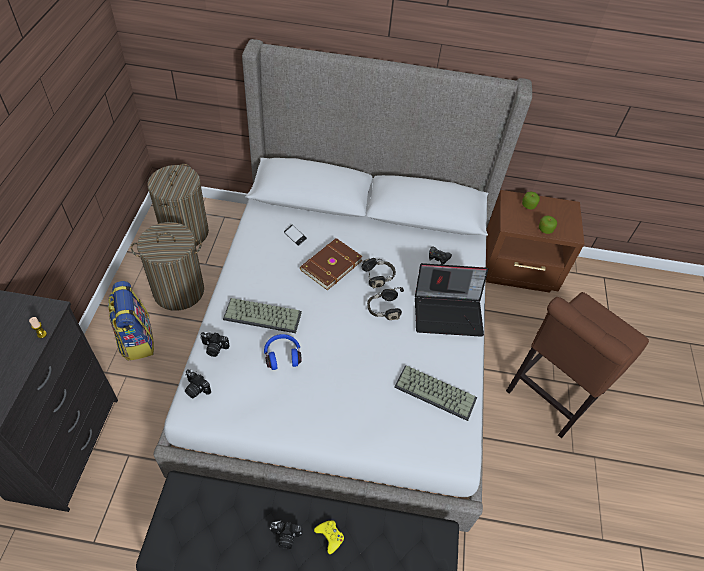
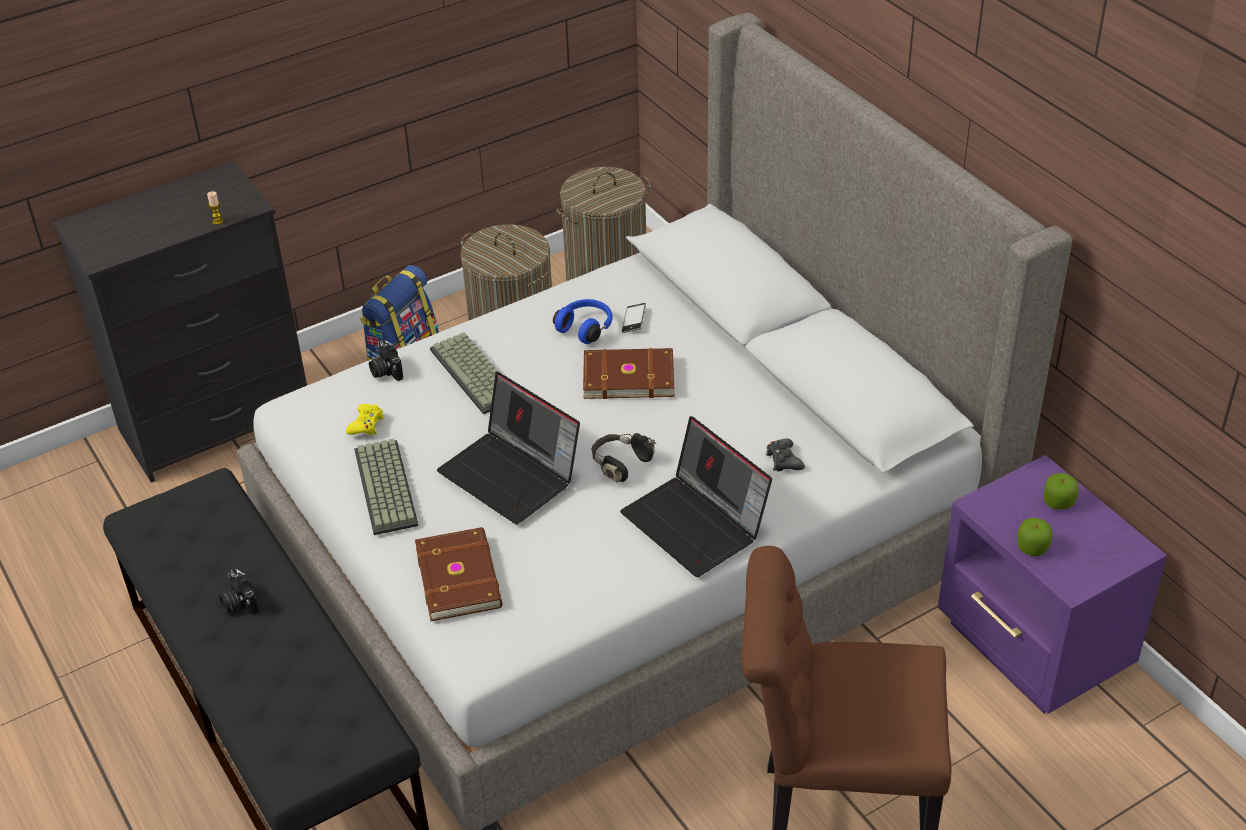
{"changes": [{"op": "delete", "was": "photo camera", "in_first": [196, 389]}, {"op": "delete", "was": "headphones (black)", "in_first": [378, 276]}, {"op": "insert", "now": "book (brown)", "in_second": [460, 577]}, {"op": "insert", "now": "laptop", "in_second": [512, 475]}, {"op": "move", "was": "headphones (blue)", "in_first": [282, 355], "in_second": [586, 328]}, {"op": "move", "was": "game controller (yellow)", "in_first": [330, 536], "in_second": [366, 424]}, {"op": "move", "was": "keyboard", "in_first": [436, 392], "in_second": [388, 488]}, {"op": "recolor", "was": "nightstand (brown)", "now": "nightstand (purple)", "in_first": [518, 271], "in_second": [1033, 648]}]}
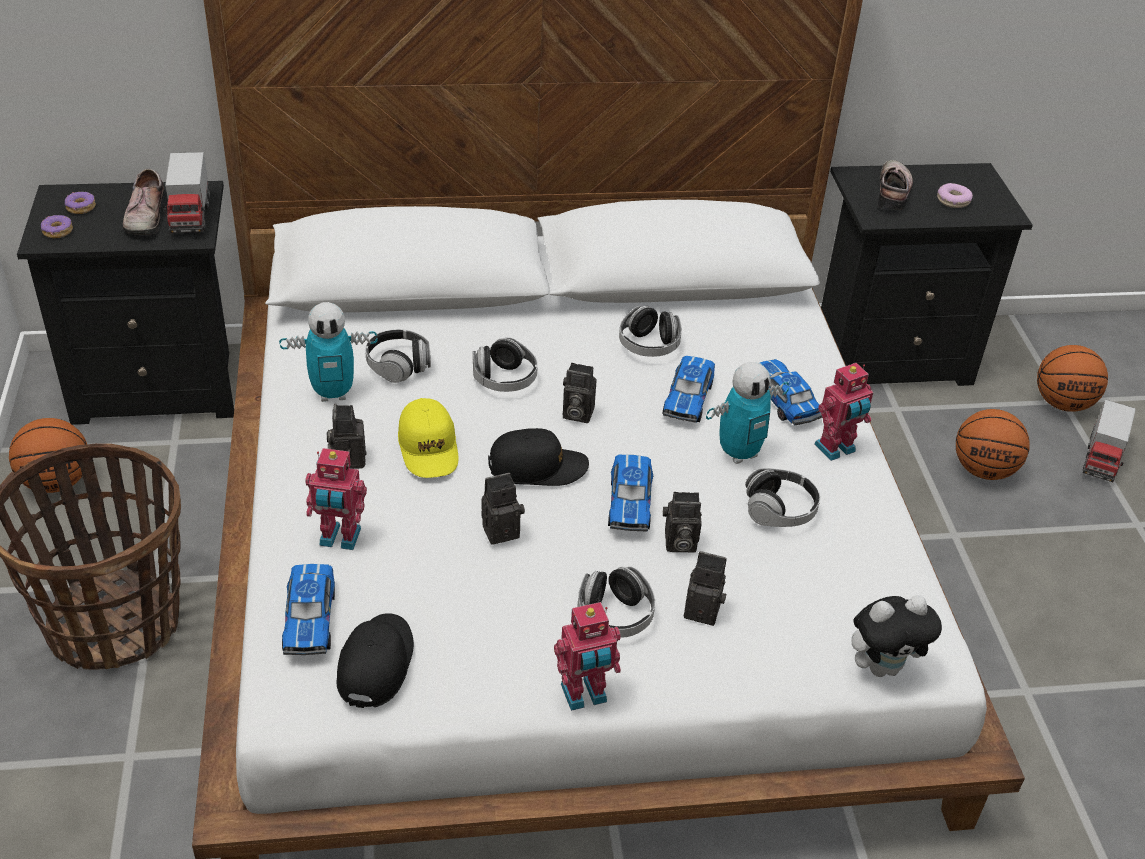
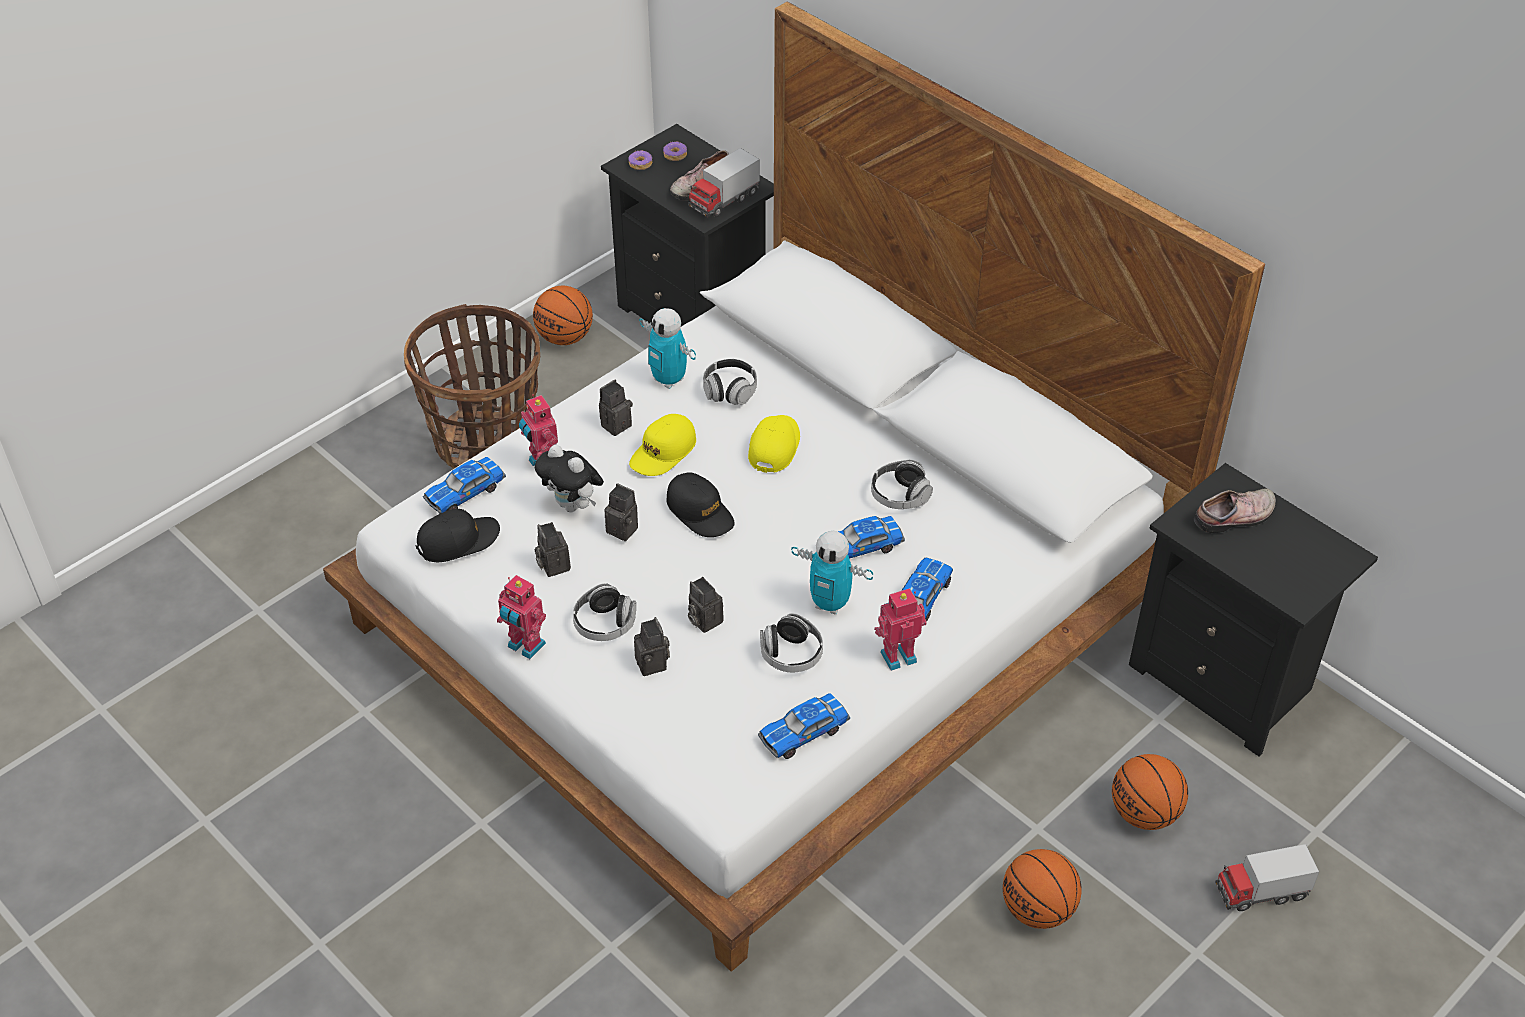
{"changes": [{"op": "delete", "was": "donut", "in_first": [953, 201]}, {"op": "move", "was": "photo camera", "in_first": [576, 413], "in_second": [552, 565]}, {"op": "move", "was": "toy car", "in_first": [630, 502], "in_second": [804, 732]}, {"op": "move", "was": "plush toy", "in_first": [883, 666], "in_second": [573, 505]}, {"op": "move", "was": "basketball", "in_first": [1062, 403], "in_second": [1038, 909]}, {"op": "replace", "was": "headphones", "now": "cap (yellow)", "in_first": [504, 380], "in_second": [774, 447]}, {"op": "rotate", "was": "toy robot", "in_first": [836, 449], "in_second": [897, 655], "clockwise": 135}]}
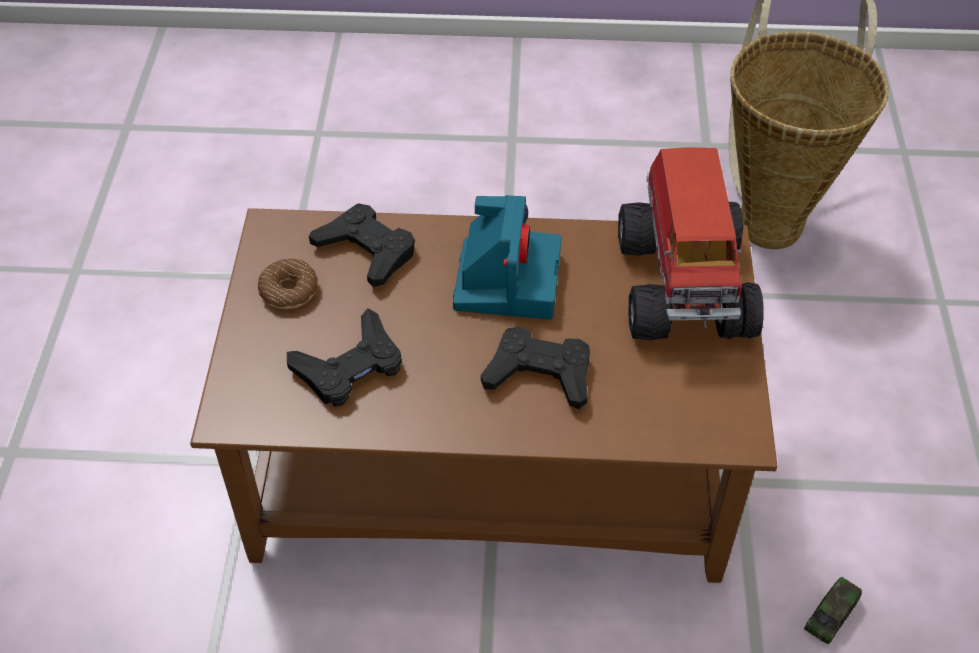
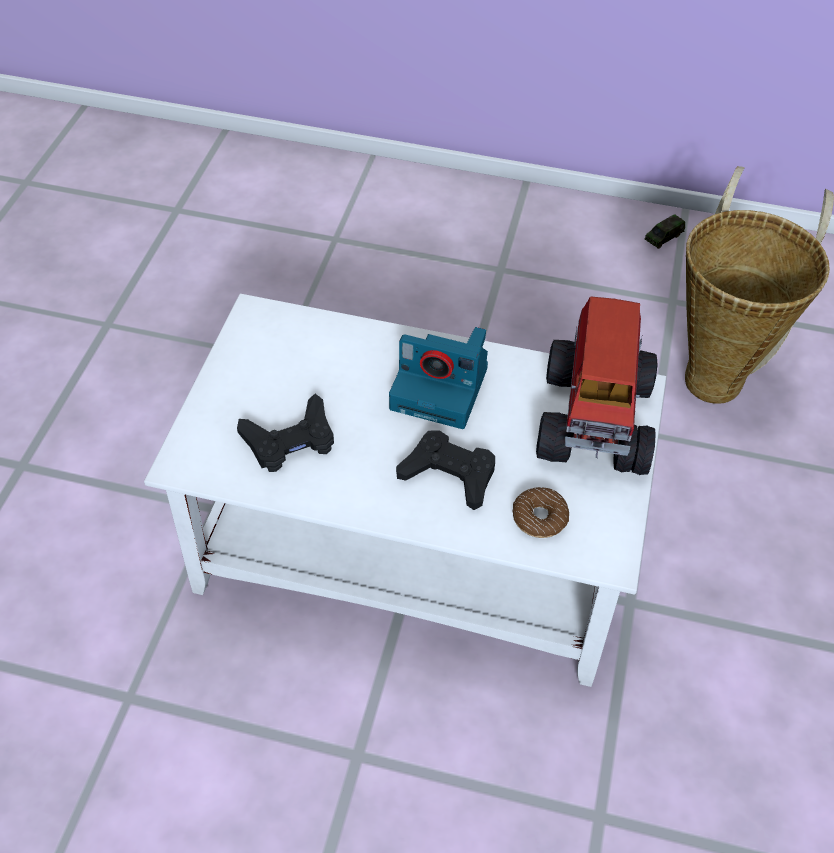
{"changes": [{"op": "delete", "was": "game controller (black)", "in_first": [367, 250]}, {"op": "move", "was": "donut", "in_first": [289, 290], "in_second": [539, 518]}, {"op": "move", "was": "toy car", "in_first": [830, 615], "in_second": [663, 237]}, {"op": "recolor", "was": "coffee table (brown)", "now": "coffee table (white)", "in_first": [493, 465], "in_second": [417, 548]}, {"op": "rotate", "was": "photo camera", "in_first": [506, 279], "in_second": [442, 388], "clockwise": 90}]}
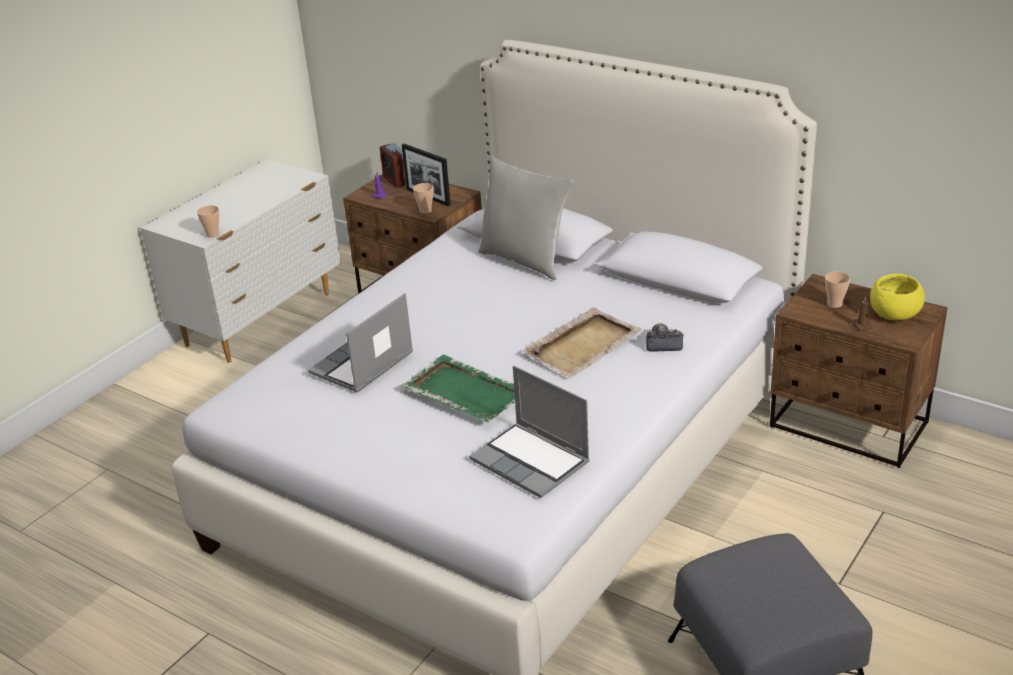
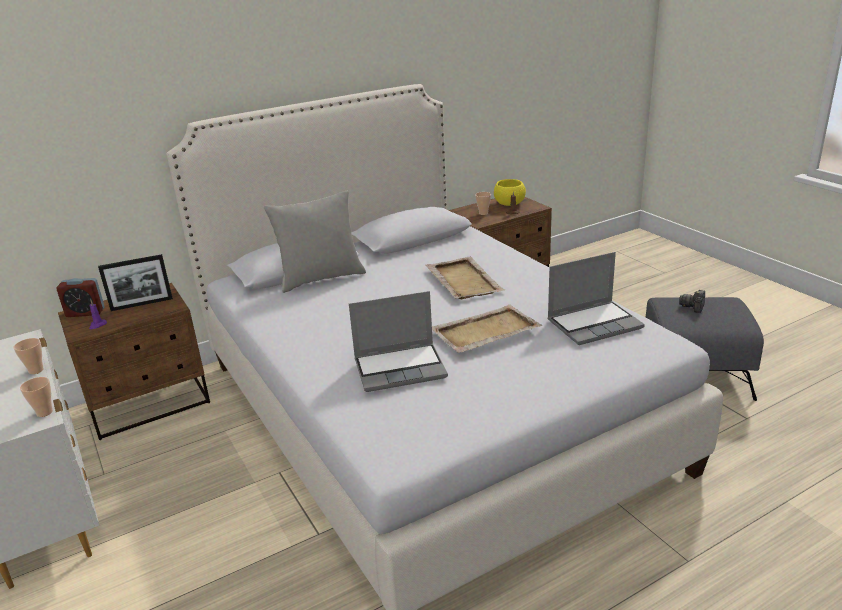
{"changes": [{"op": "move", "was": "cup", "in_first": [425, 211], "in_second": [36, 370]}, {"op": "move", "was": "photo camera", "in_first": [663, 345], "in_second": [693, 306]}, {"op": "recolor", "was": "tray (green)", "now": "tray (beige)", "in_first": [464, 392], "in_second": [484, 331]}, {"op": "rotate", "was": "laptop", "in_first": [362, 365], "in_second": [401, 368], "clockwise": -75}]}
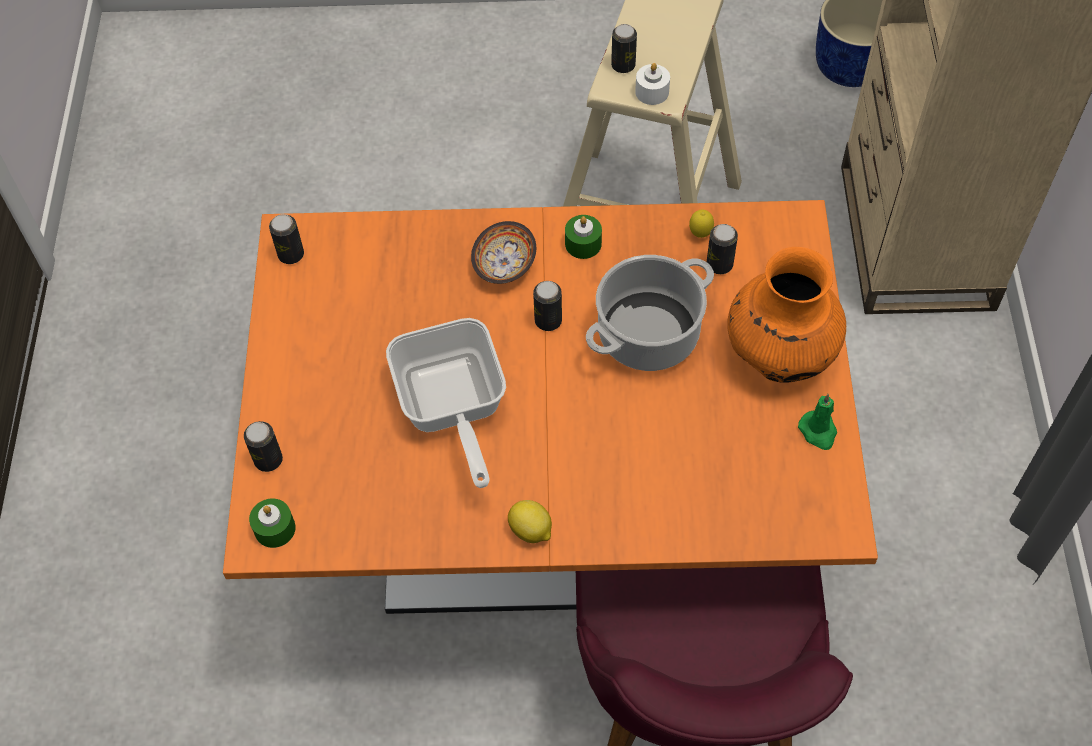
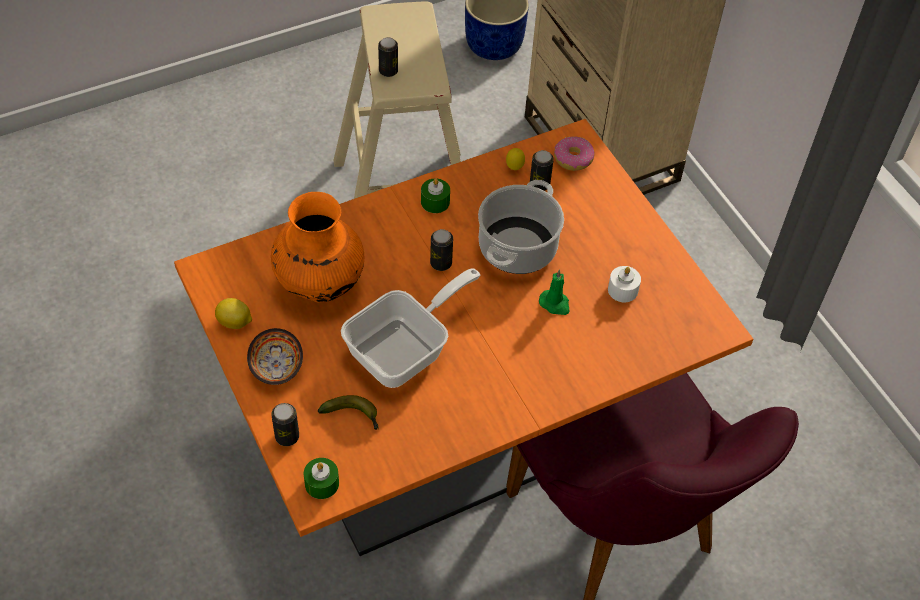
{"changes": [{"op": "delete", "was": "can", "in_first": [291, 254]}, {"op": "insert", "now": "banana", "in_second": [353, 416]}, {"op": "insert", "now": "donut", "in_second": [573, 159]}, {"op": "move", "was": "bowl", "in_first": [502, 265], "in_second": [275, 367]}, {"op": "move", "was": "lemon", "in_first": [531, 531], "in_second": [235, 323]}, {"op": "move", "was": "candle (white)", "in_first": [652, 92], "in_second": [623, 290]}, {"op": "move", "was": "vase (orange)", "in_first": [779, 354], "in_second": [319, 283]}, {"op": "move", "was": "candle (green)", "in_first": [818, 431], "in_second": [555, 304]}, {"op": "rotate", "was": "frying pan", "in_first": [452, 409], "in_second": [406, 349], "clockwise": -90}]}
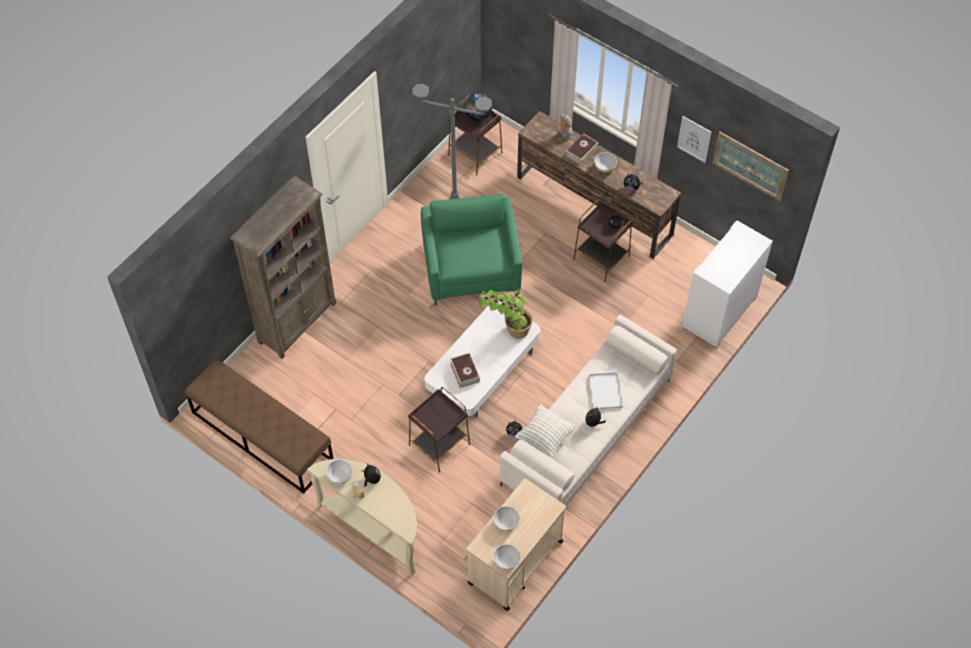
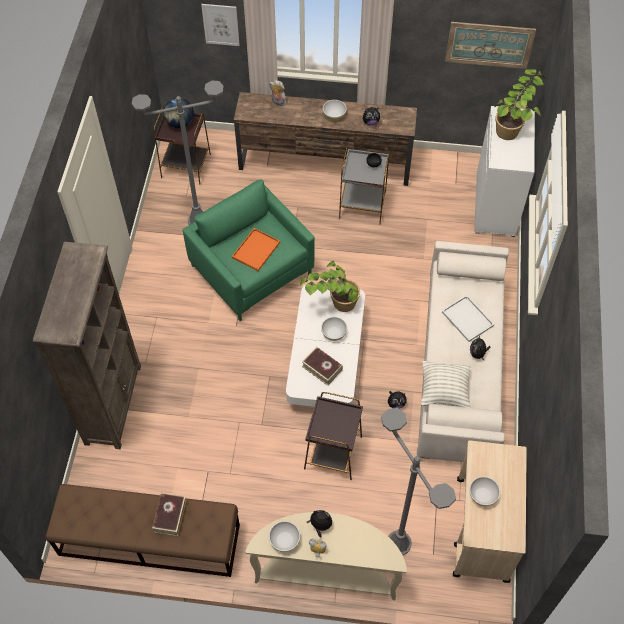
{"changes": [{"op": "insert", "now": "tray (orange)", "in_second": [256, 251]}, {"op": "insert", "now": "floor lamp (grey)", "in_second": [398, 543]}, {"op": "insert", "now": "potted plant", "in_second": [514, 126]}, {"op": "move", "was": "bowl (white)", "in_first": [506, 560], "in_second": [334, 333]}, {"op": "move", "was": "book", "in_first": [581, 152], "in_second": [170, 516]}, {"op": "move", "was": "picture", "in_first": [694, 139], "in_second": [220, 24]}, {"op": "recolor", "was": "side table (brown)", "now": "side table (grey)", "in_first": [601, 258], "in_second": [363, 206]}]}
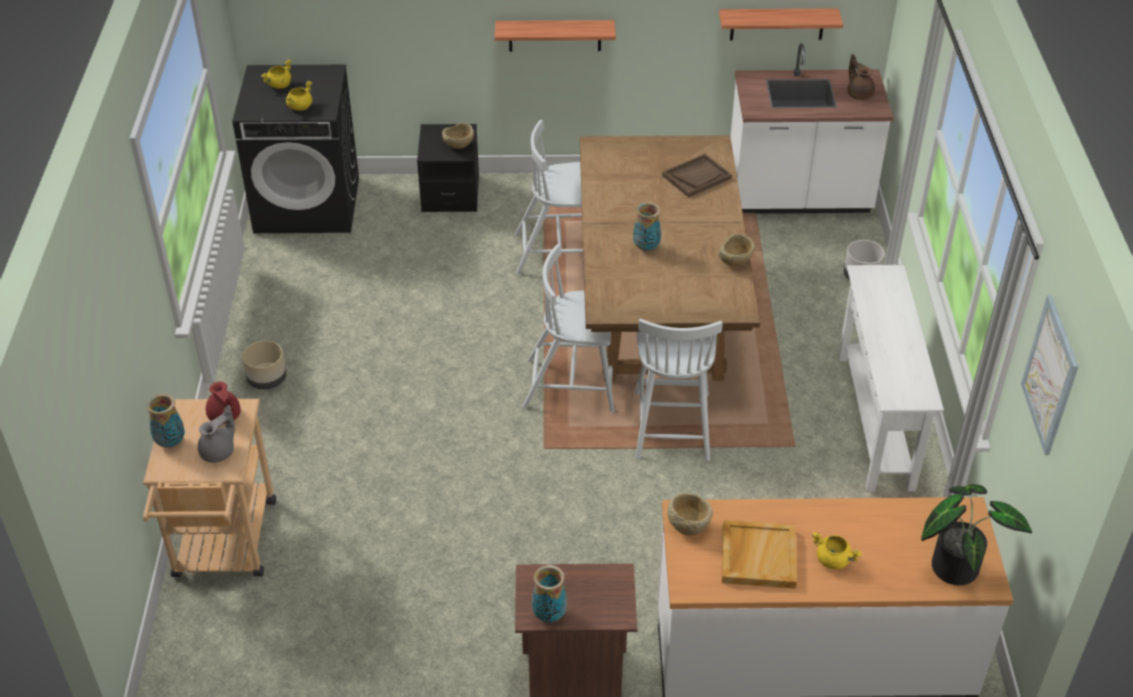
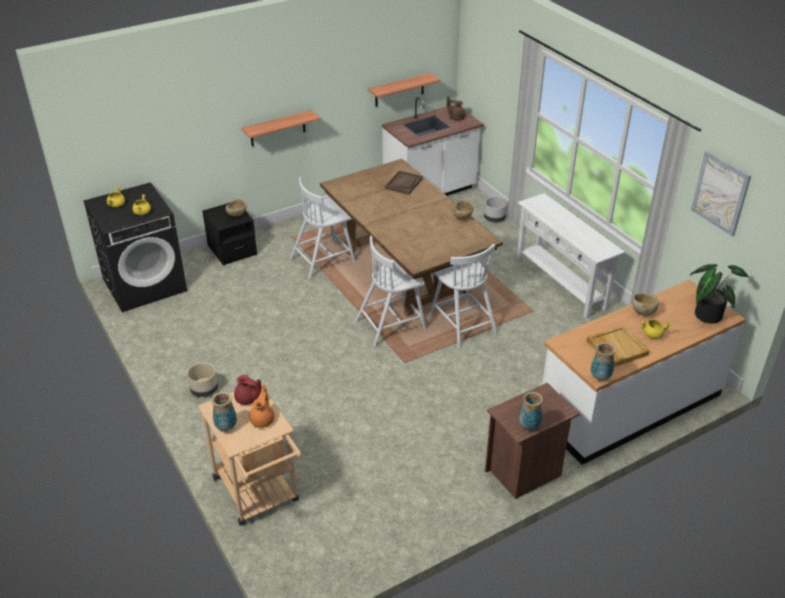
{"changes": [{"op": "move", "was": "vase", "in_first": [646, 248], "in_second": [600, 377]}, {"op": "move", "was": "bowl (beige)", "in_first": [688, 526], "in_second": [642, 312]}, {"op": "recolor", "was": "teapot (grey)", "now": "teapot (orange)", "in_first": [219, 452], "in_second": [263, 420]}]}
